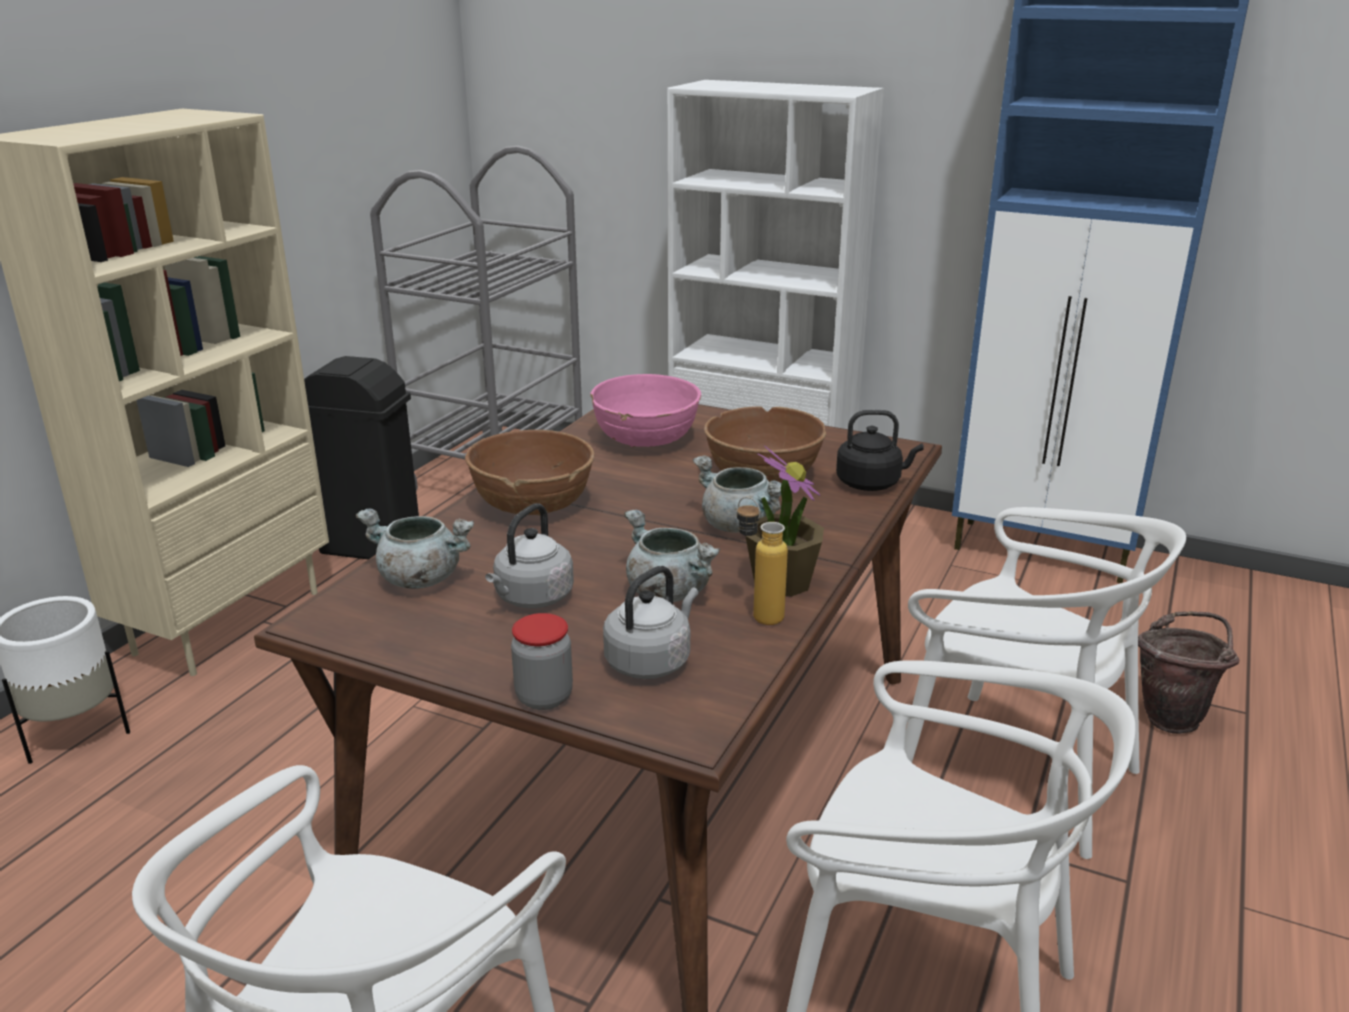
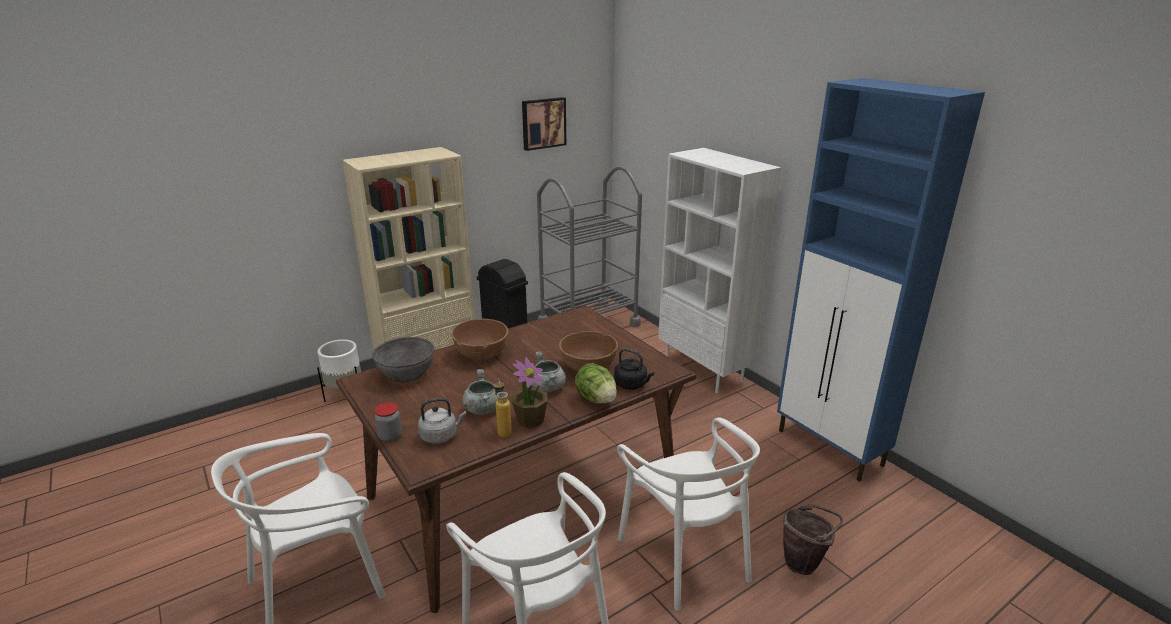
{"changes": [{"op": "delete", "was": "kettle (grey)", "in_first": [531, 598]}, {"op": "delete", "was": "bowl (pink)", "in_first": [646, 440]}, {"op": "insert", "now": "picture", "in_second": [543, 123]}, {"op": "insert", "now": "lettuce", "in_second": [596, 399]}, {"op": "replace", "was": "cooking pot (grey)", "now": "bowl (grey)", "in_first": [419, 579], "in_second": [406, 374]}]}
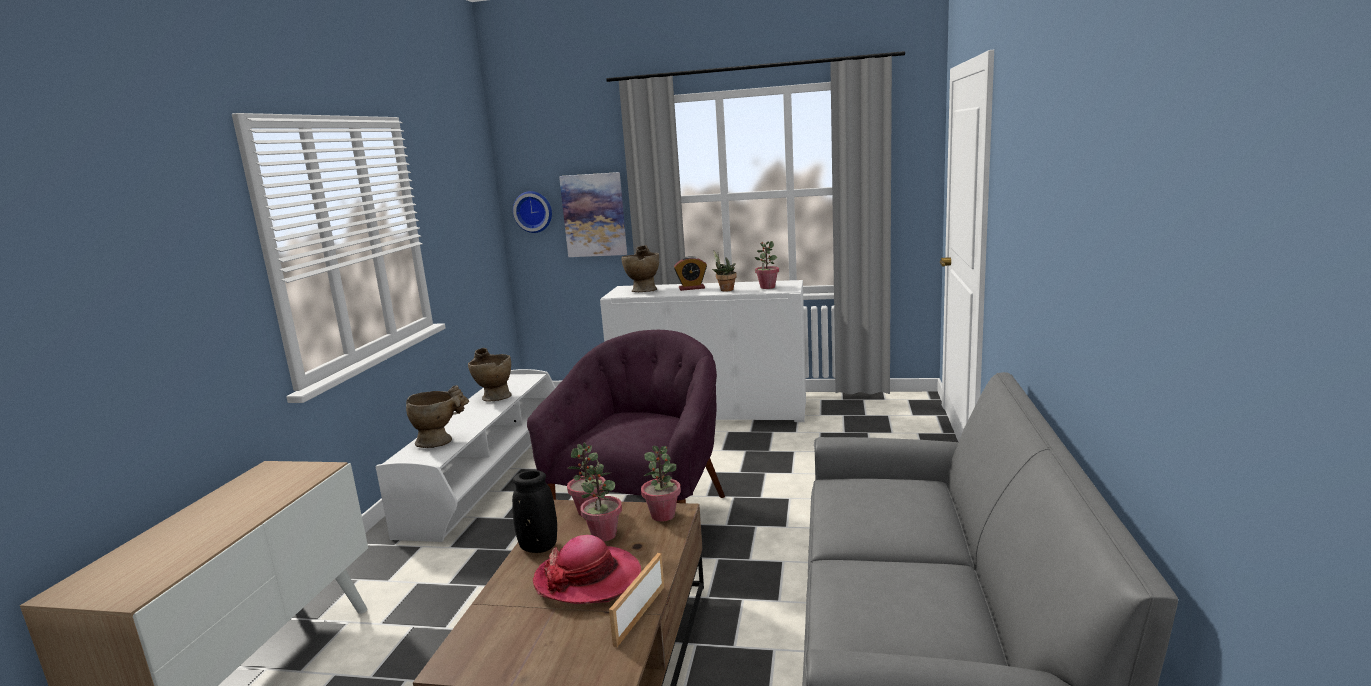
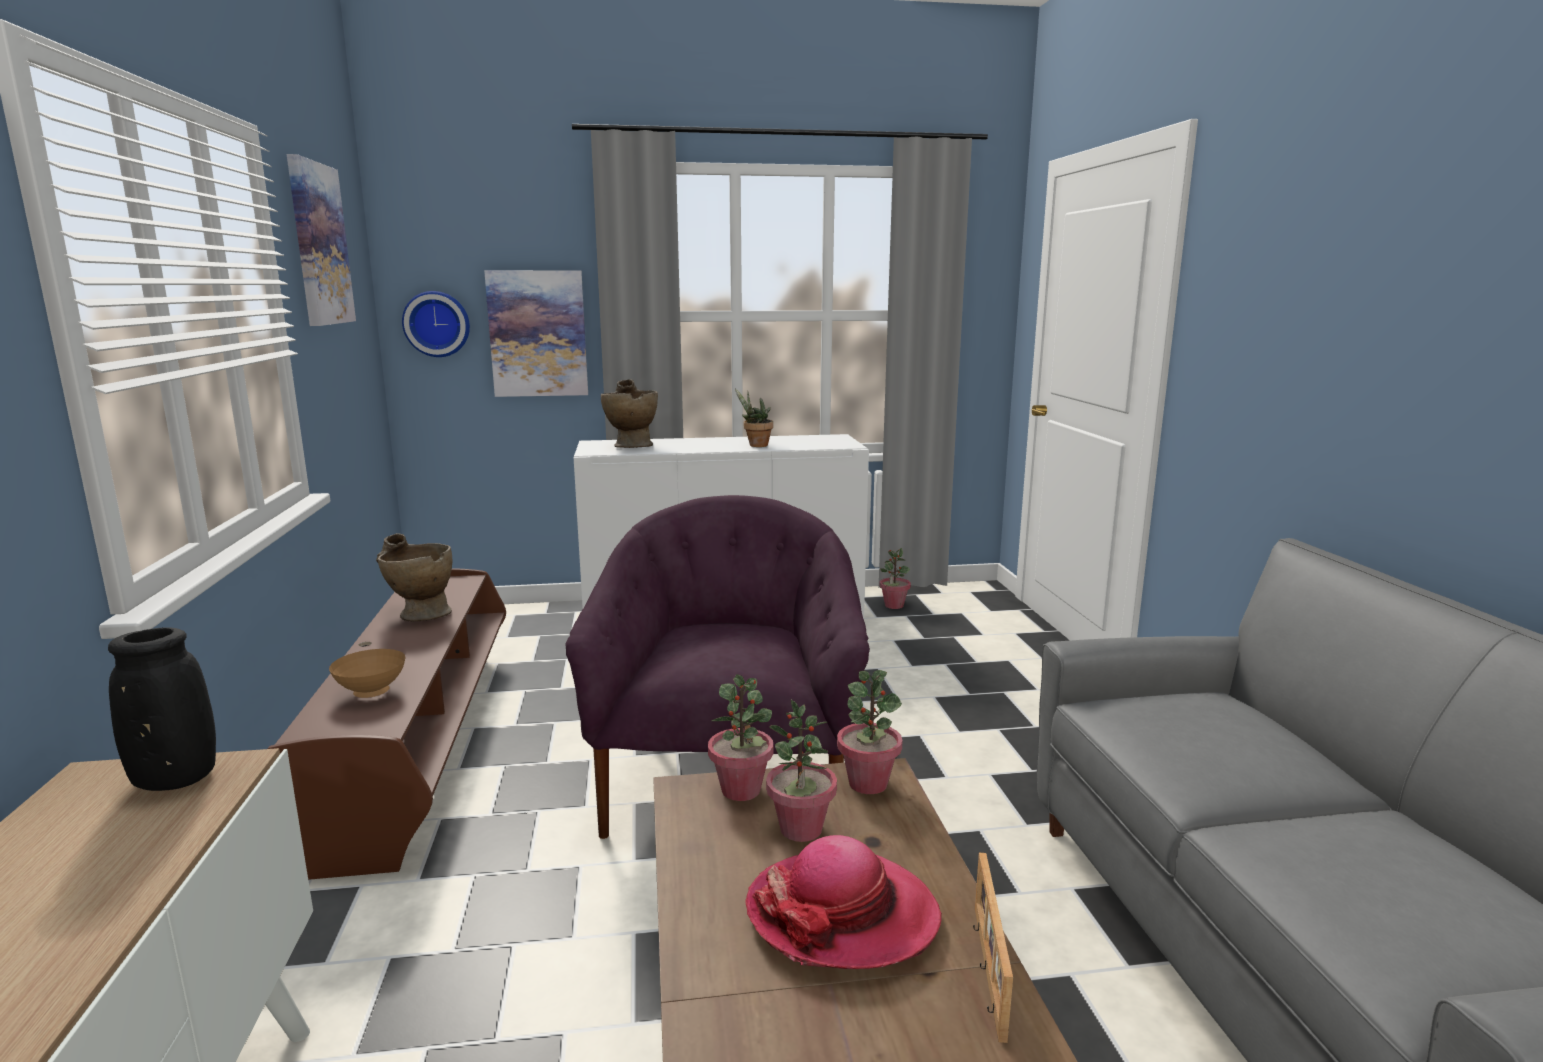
{"changes": [{"op": "delete", "was": "alarm clock", "in_first": [691, 288]}, {"op": "insert", "now": "picture", "in_second": [319, 244]}, {"op": "move", "was": "vase (black)", "in_first": [539, 547], "in_second": [175, 779]}, {"op": "move", "was": "potted plant", "in_first": [767, 287], "in_second": [893, 605]}, {"op": "replace", "was": "vase (beige)", "now": "bowl (brown)", "in_first": [441, 441], "in_second": [371, 692]}, {"op": "recolor", "was": "tv stand (white)", "now": "tv stand (brown)", "in_first": [490, 475], "in_second": [424, 743]}]}
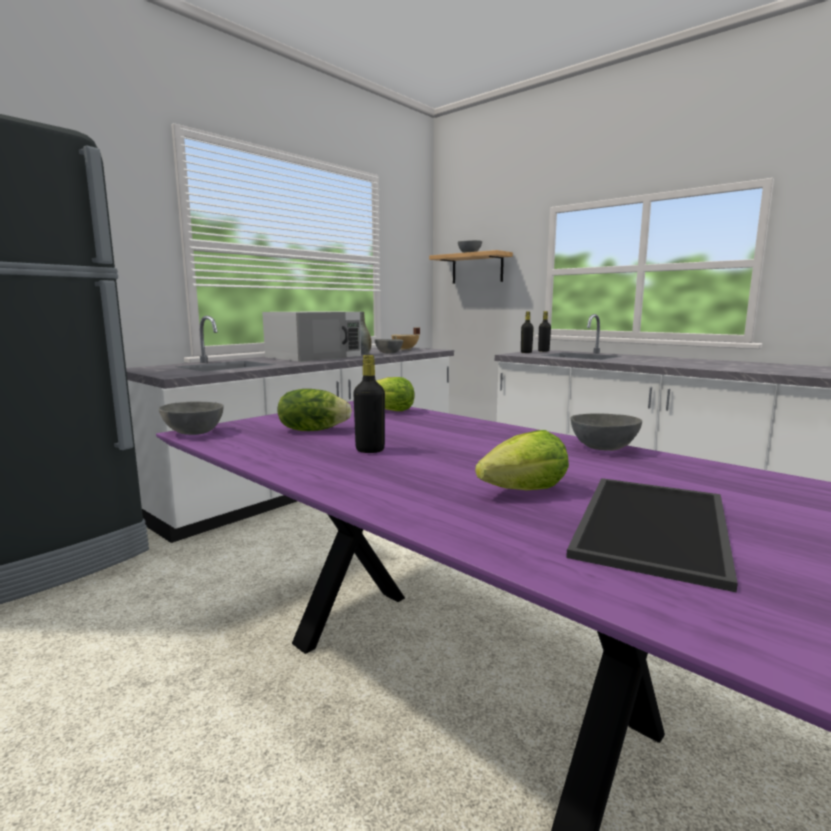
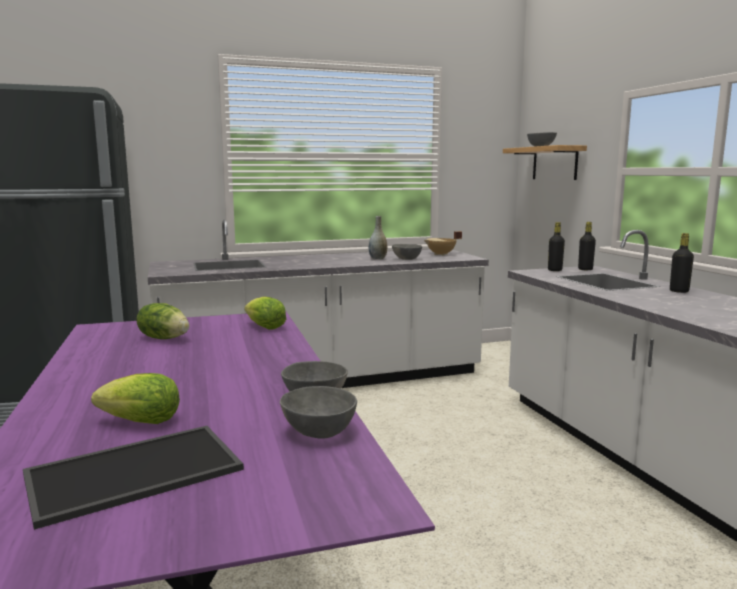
{"changes": [{"op": "delete", "was": "microwave (white)", "in_first": [314, 356]}, {"op": "move", "was": "bowl (grey)", "in_first": [193, 432], "in_second": [318, 431]}, {"op": "move", "was": "bottle (black)", "in_first": [370, 450], "in_second": [679, 291]}]}
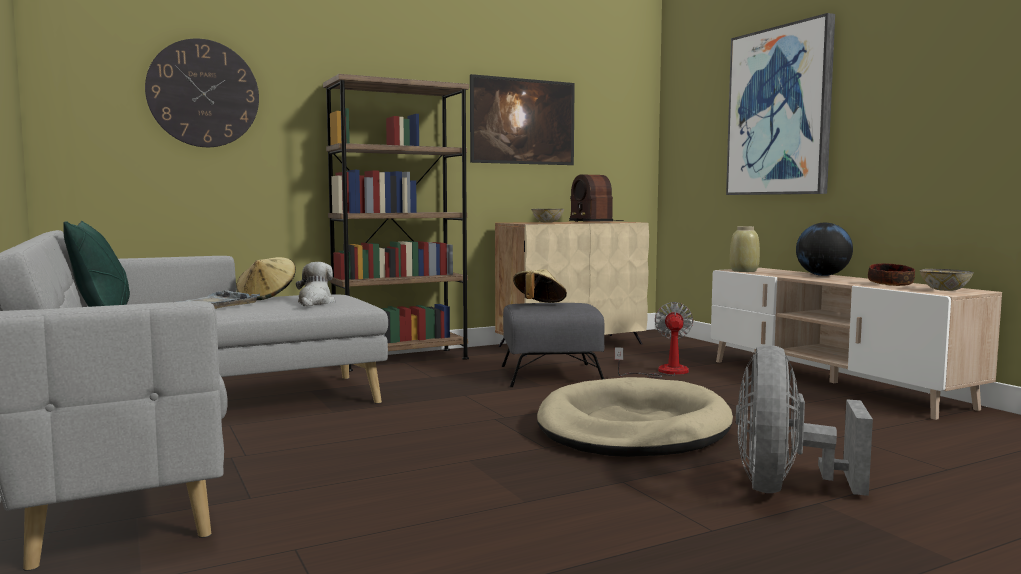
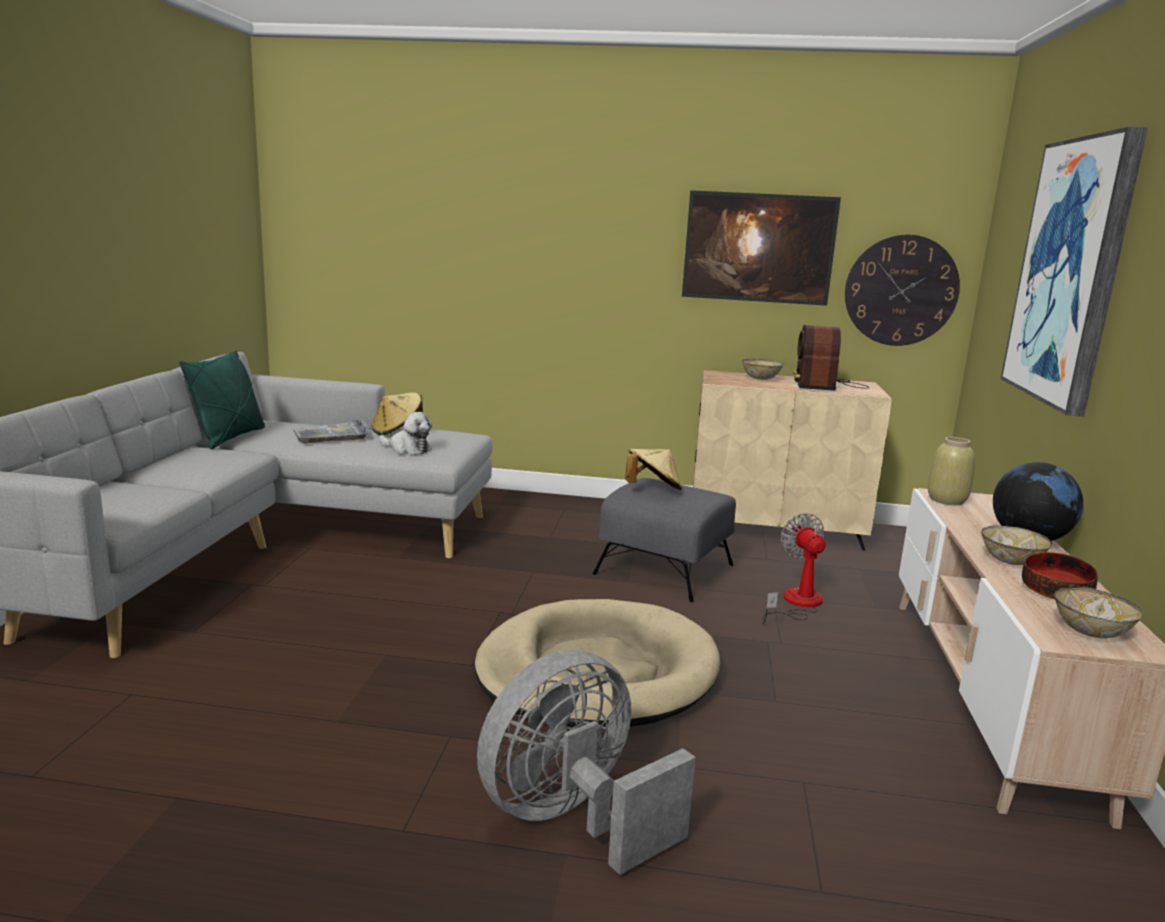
{"changes": [{"op": "delete", "was": "bookcase (brown)", "in_first": [400, 359]}, {"op": "insert", "now": "bowl", "in_second": [1010, 561]}, {"op": "move", "was": "wall clock", "in_first": [203, 93], "in_second": [901, 290]}, {"op": "rotate", "was": "plush toy", "in_first": [315, 303], "in_second": [407, 449], "clockwise": 75}, {"op": "rotate", "was": "fan", "in_first": [664, 372], "in_second": [796, 604], "clockwise": -60}]}
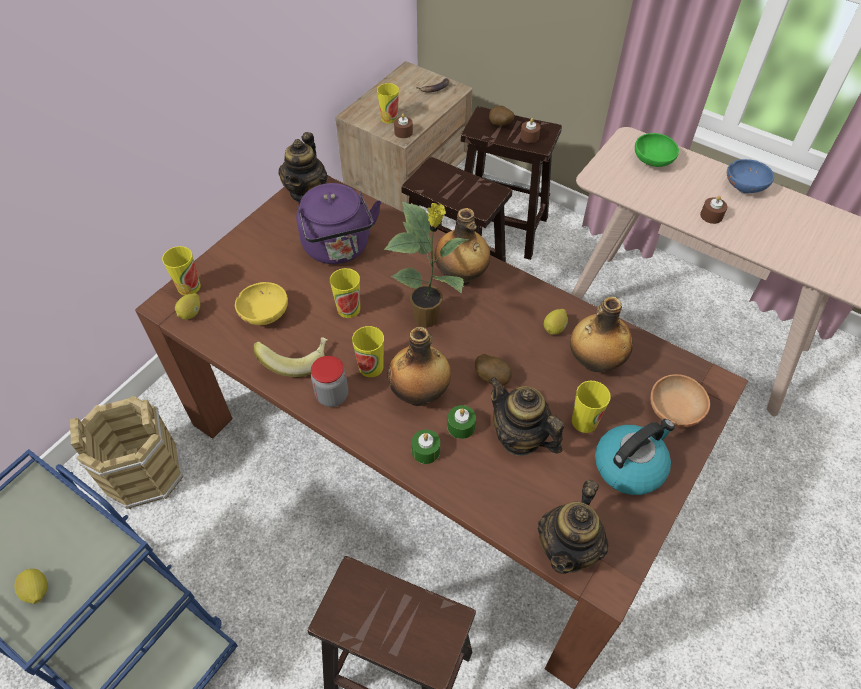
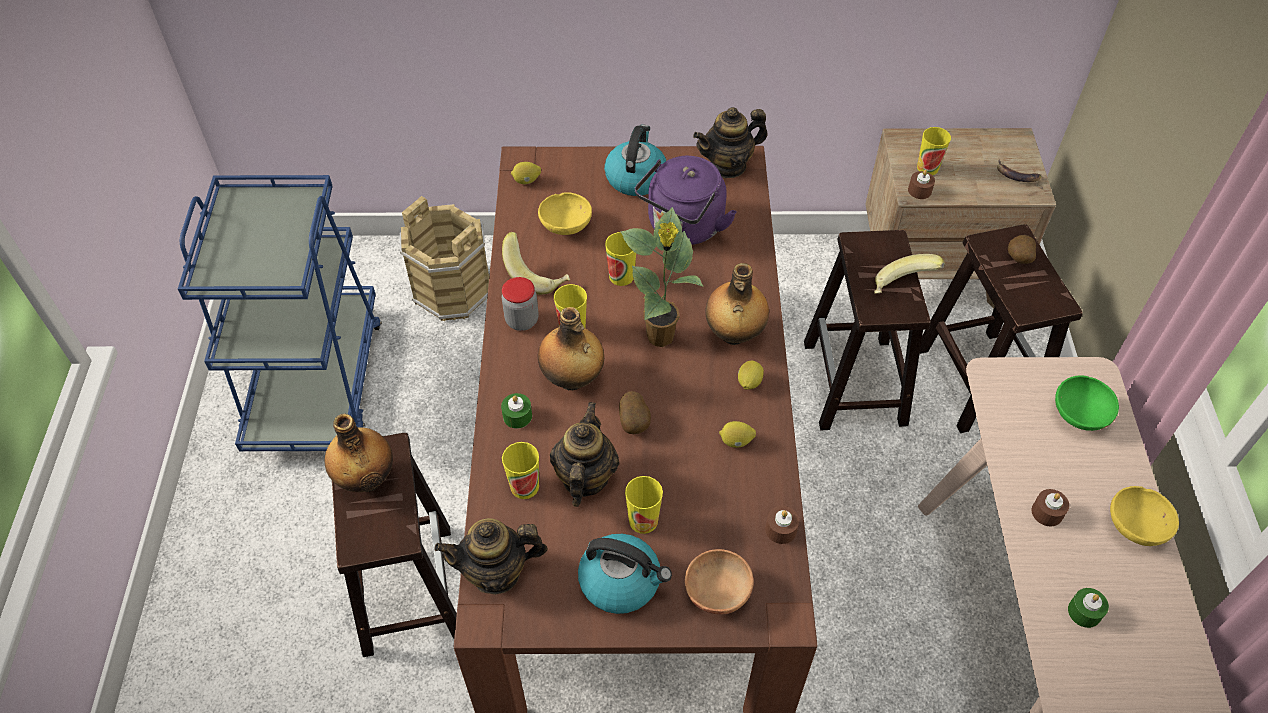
{"changes": [{"op": "insert", "now": "kettle", "in_second": [636, 177]}, {"op": "insert", "now": "banana", "in_second": [903, 287]}, {"op": "move", "was": "lemon", "in_first": [37, 591], "in_second": [749, 382]}, {"op": "move", "was": "cup", "in_first": [189, 287], "in_second": [524, 486]}, {"op": "move", "was": "candle (green)", "in_first": [461, 426], "in_second": [1084, 612]}, {"op": "move", "was": "candle (brown)", "in_first": [529, 137], "in_second": [781, 529]}, {"op": "move", "was": "bottle", "in_first": [594, 362], "in_second": [366, 478]}, {"op": "recolor", "was": "bowl (blue)", "now": "bowl (yellow)", "in_first": [744, 186], "in_second": [1136, 526]}]}
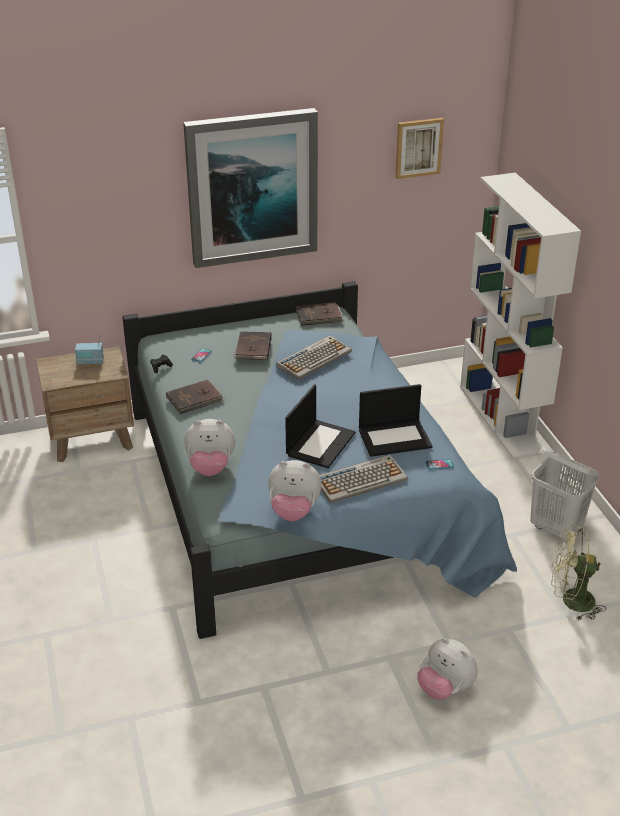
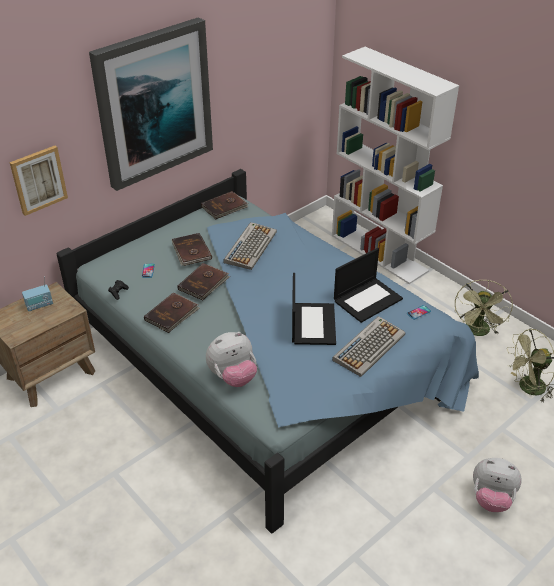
{"changes": [{"op": "delete", "was": "plush toy", "in_first": [294, 511]}, {"op": "insert", "now": "book (brown)", "in_second": [204, 283]}, {"op": "move", "was": "picture", "in_first": [418, 147], "in_second": [38, 179]}, {"op": "replace", "was": "laundry basket (white)", "now": "fan (green)", "in_first": [556, 529], "in_second": [478, 332]}]}
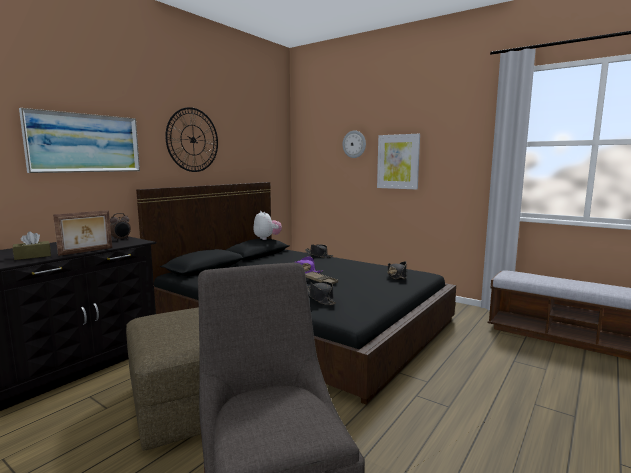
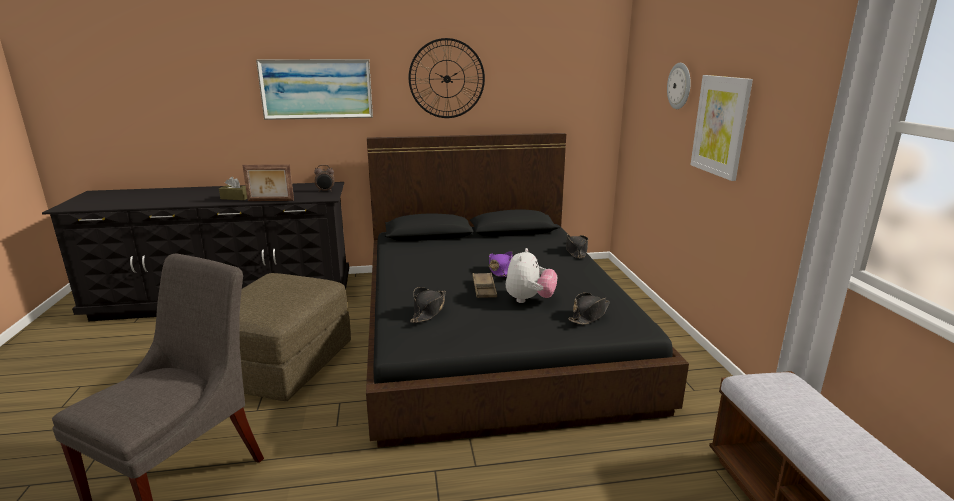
{"changes": [{"op": "move", "was": "plush toy", "in_first": [267, 238], "in_second": [529, 300]}]}
